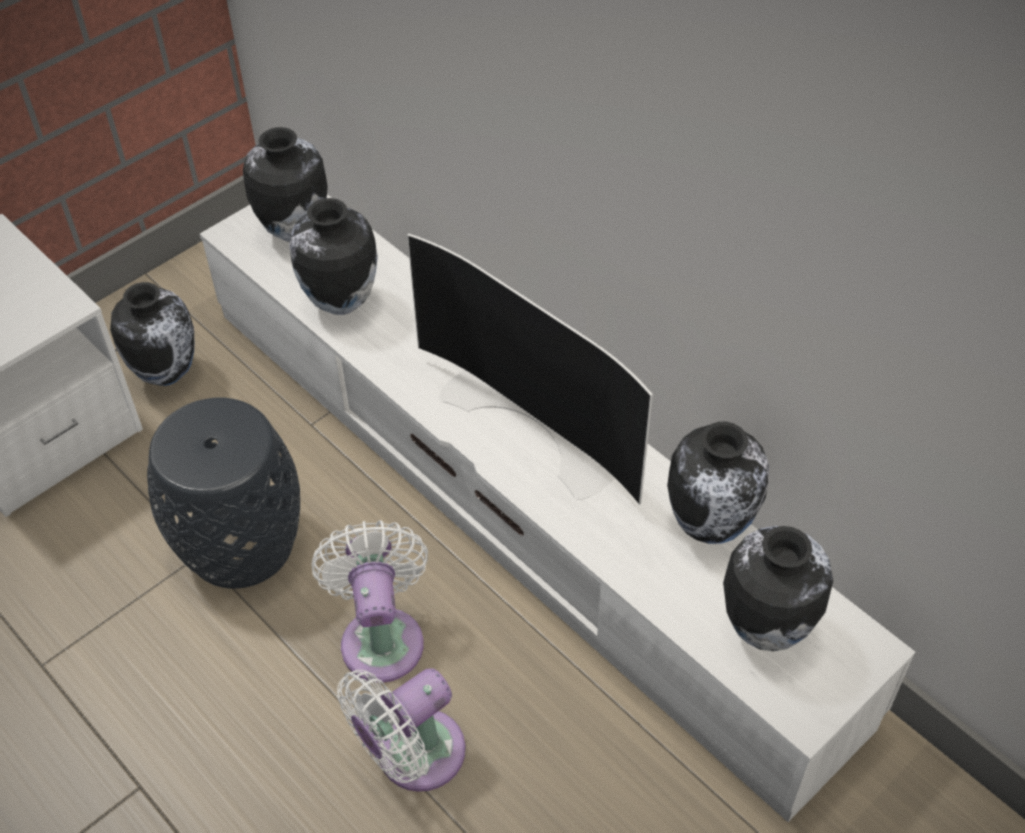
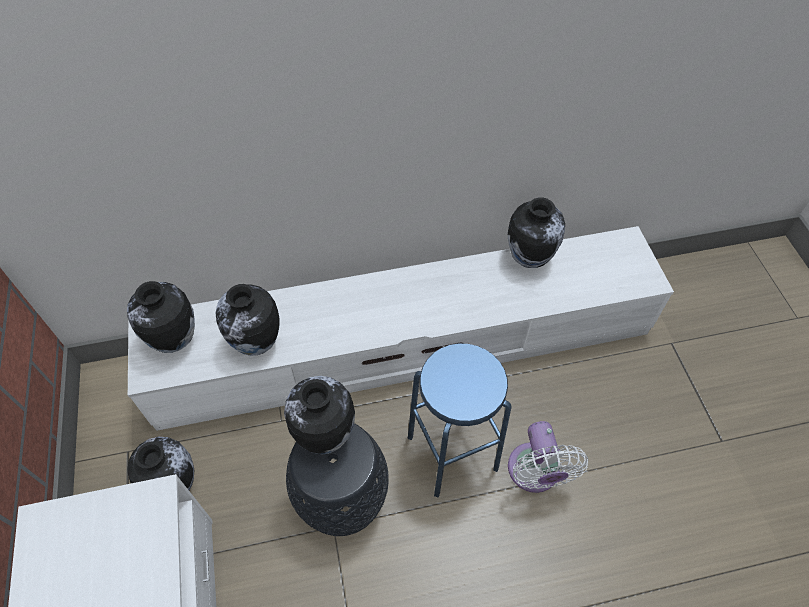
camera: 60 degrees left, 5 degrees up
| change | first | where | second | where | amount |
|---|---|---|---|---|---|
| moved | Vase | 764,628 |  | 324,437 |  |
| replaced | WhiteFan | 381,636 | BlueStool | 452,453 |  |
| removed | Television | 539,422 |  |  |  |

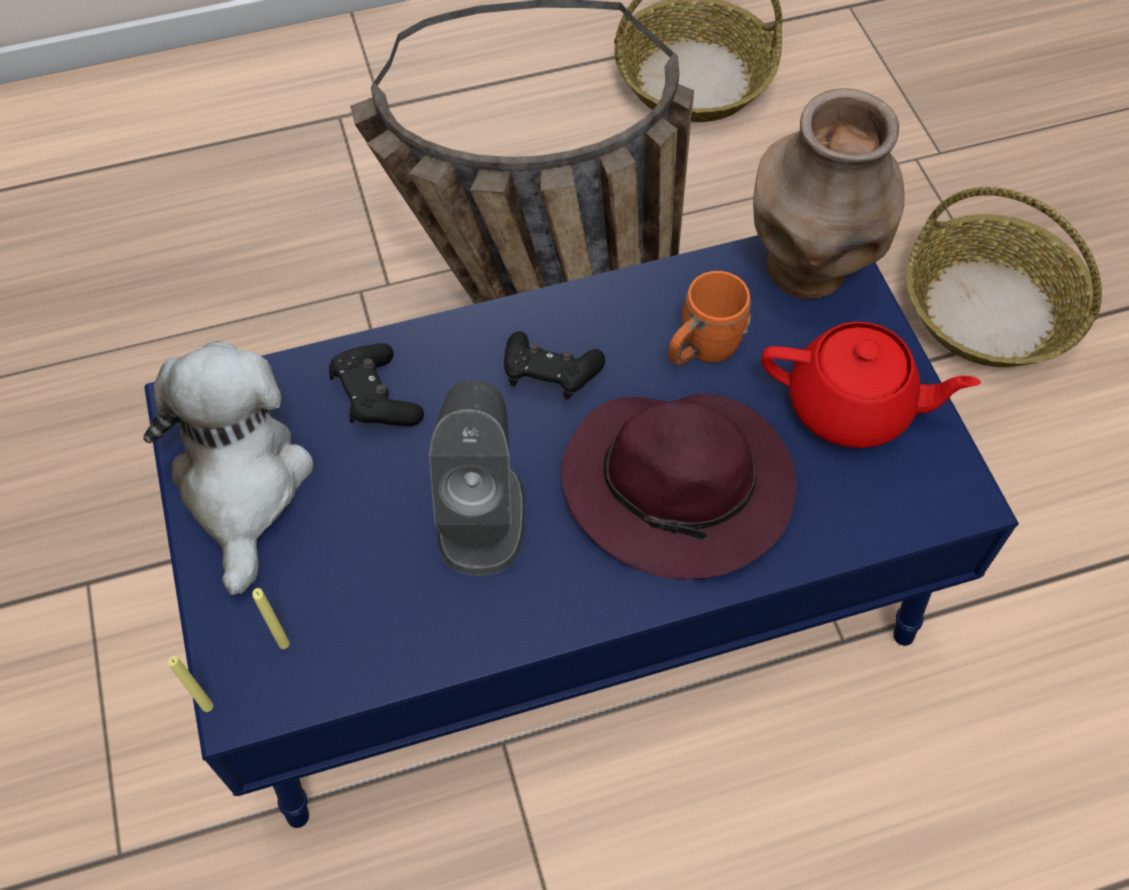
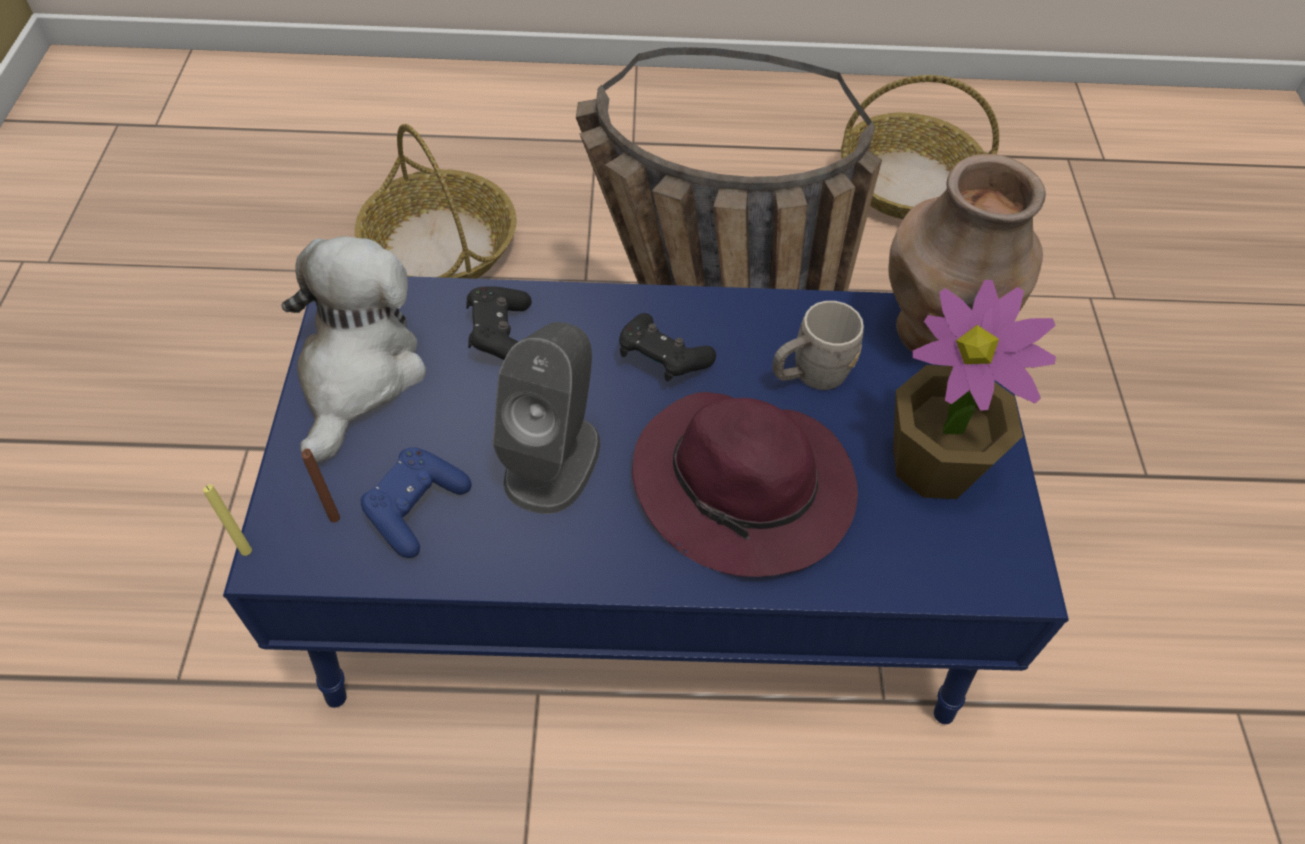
camera: 15 degrees right, 5 degrees down
| change | first | where | second | where | amount |
|---|---|---|---|---|---|
| recoloured | YellowCandle | 284,643 | BrownCandle | 334,518 |  |
| moved | Basket | 990,310 |  | 441,247 |  |
| added |  |  | BlueGameController | 416,509 |  |
| recoloured | OrangeMug | 701,350 | GreyMug | 809,375 |  |
| replaced | RedTeapot | 852,406 | PottedPlant | 935,464 |  |

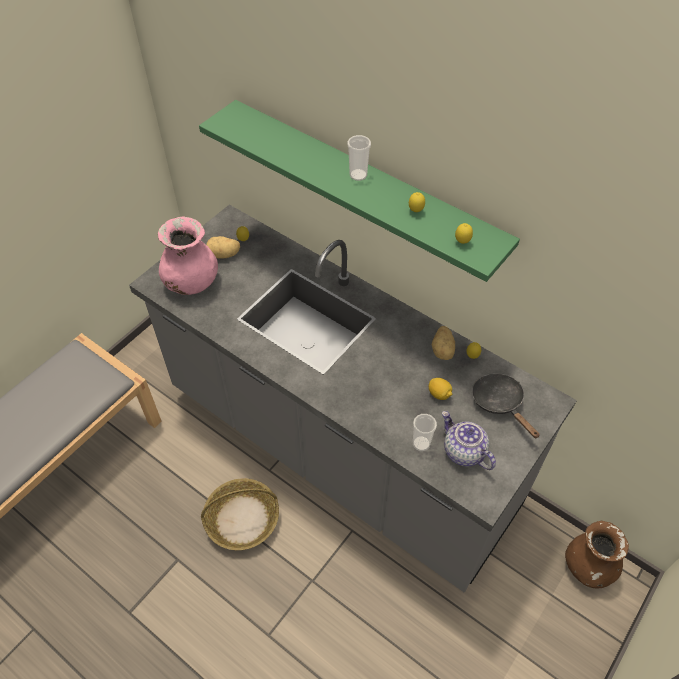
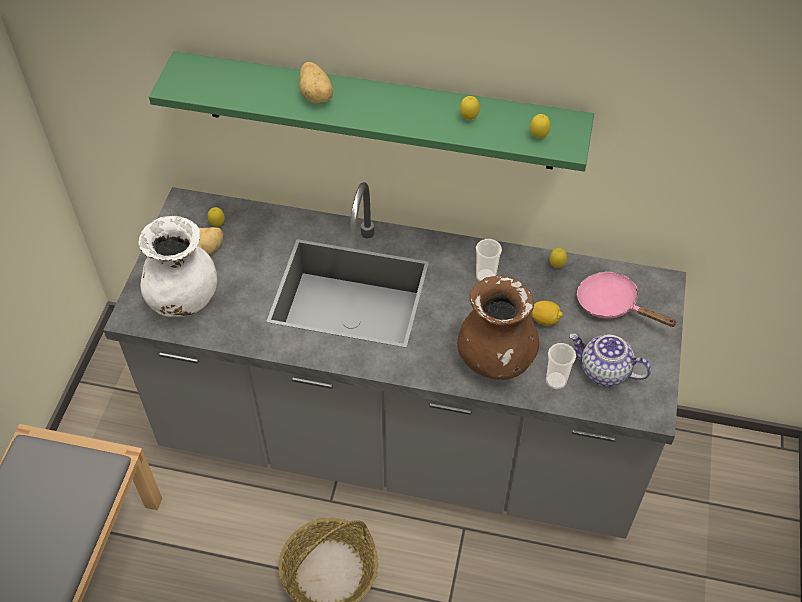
camera: 25 degrees left, 0 degrees up
| change | first | where | second | where | amount |
|---|---|---|---|---|---|
| recoloured | PinkVase | 192,283 | WhiteVase | 184,299 |  |
| moved | Potato | 443,350 |  | 317,95 |  |
| moved | BrownVase | 588,567 |  | 496,359 |  |
| moved | Cup | 358,175 |  | 485,276 |  |
| recoloured | BlackFryingPan | 500,403 | PinkFryingPan | 612,305 |  |

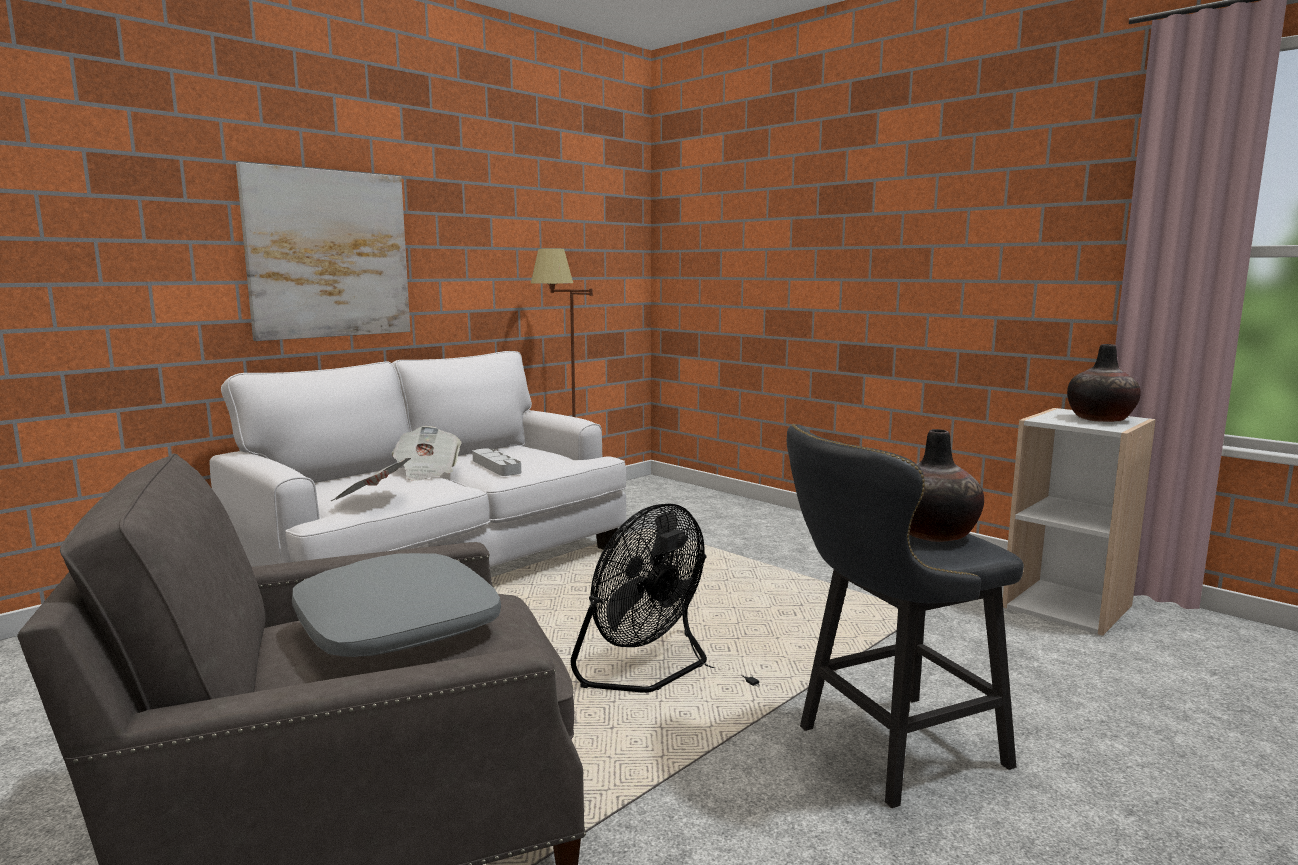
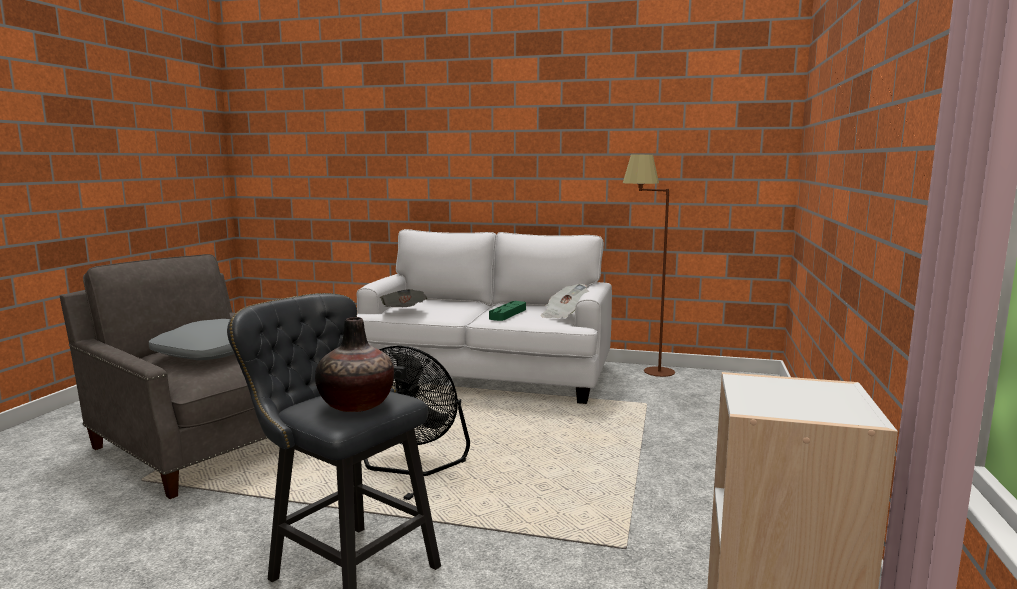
camera: 60 degrees right, 0 degrees up
| change | first | where | second | where | amount |
|---|---|---|---|---|---|
| recoloured | GreyTray | 496,466 | GreenTray | 508,314 |  |
| moved | Newspaper | 427,471 |  | 564,315 |  |
| removed | Picture | 328,254 |  |  |  |
| removed | Vase | 1100,419 |  |  |  |

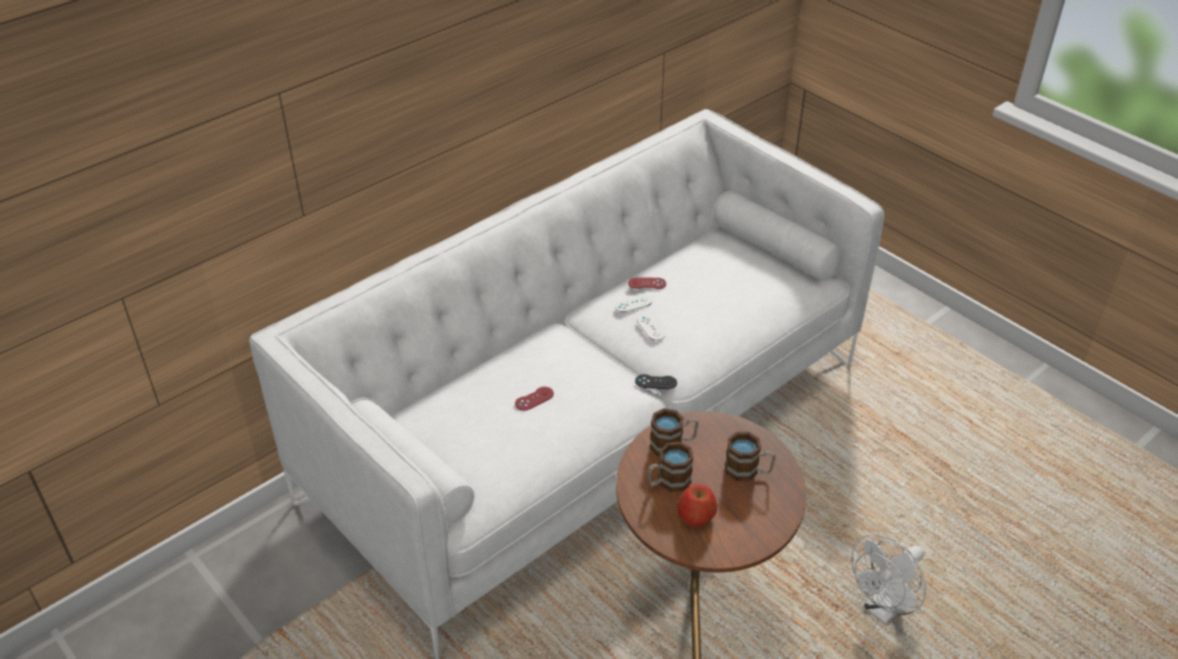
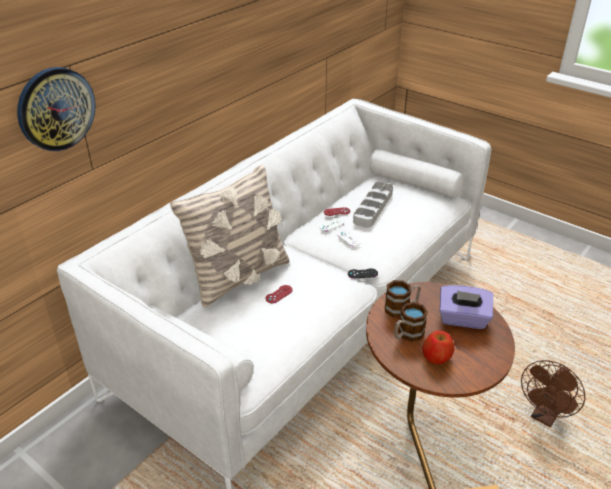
camera: 10 degrees left, 5 degrees down
| change | first | where | second | where | amount |
|---|---|---|---|---|---|
| added |  |  | WallClock | 56,109 |  |
| added |  |  | BeigePillow | 239,277 |  |
| added |  |  | GreyTray | 373,207 |  |
| replaced | Mug | 748,471 | PurpleTissueBox | 463,319 |  |
| recoloured | WhiteFan | 883,609 | BrownFan | 544,416 |  |

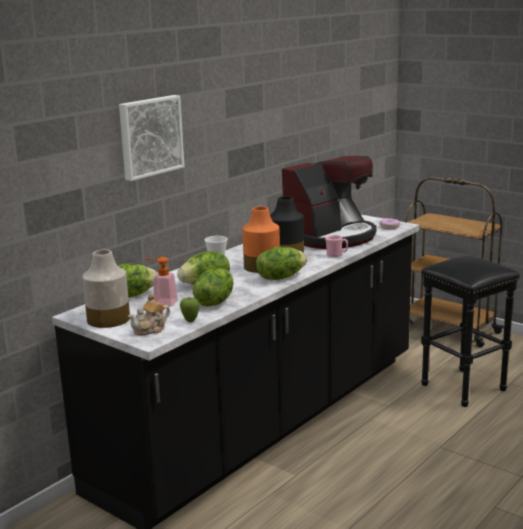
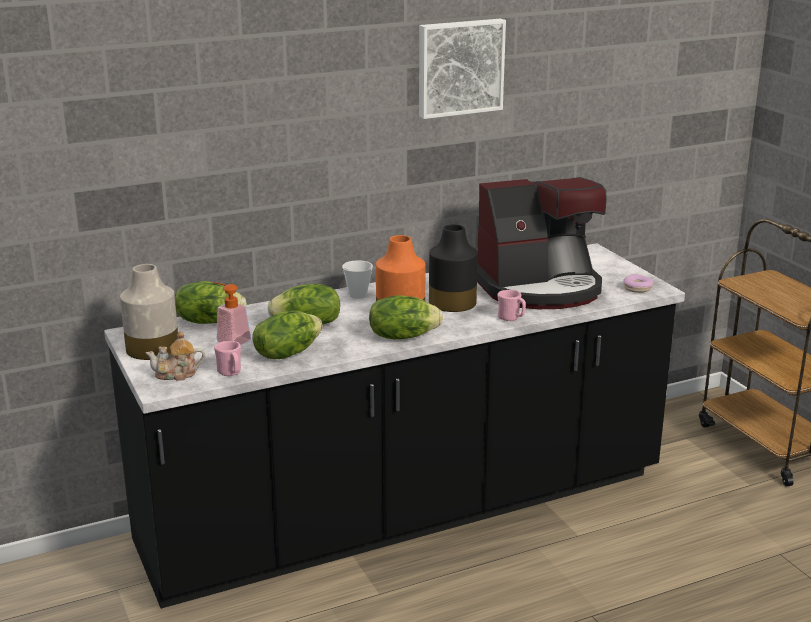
camera: 25 degrees right, 5 degrees up
| change | first | where | second | where | amount |
|---|---|---|---|---|---|
| replaced | Apple | 190,321 | PinkMug | 231,373 |  |
| moved | Picture | 150,136 |  | 459,67 |  |
| removed | BlackStool | 463,388 |  |  |  |

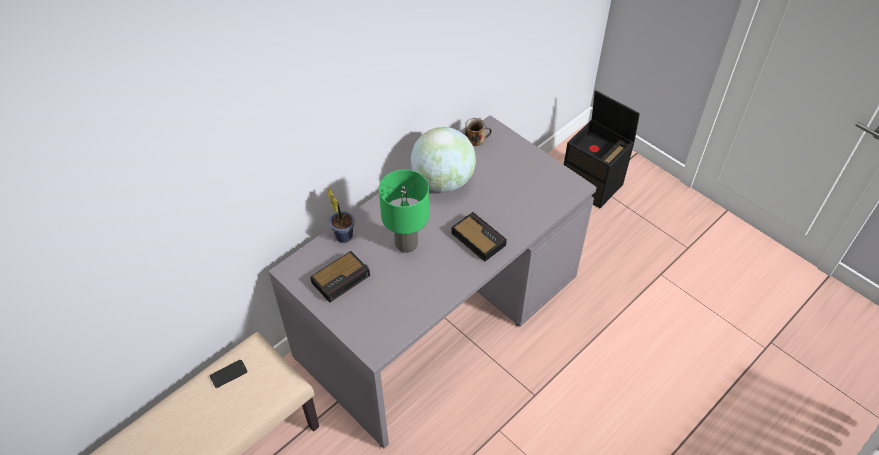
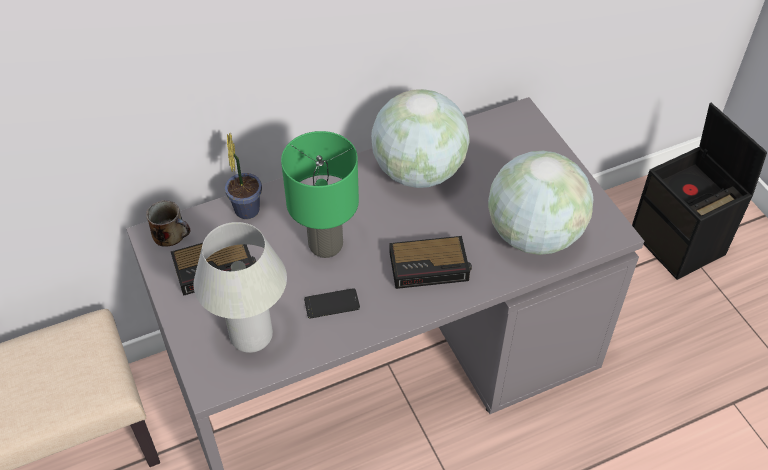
camera: 20 degrees right, 0 degrees up
| change | first | where | second | where | amount |
|---|---|---|---|---|---|
| moved | Mug | 476,138 |  | 171,234 |  |
| added |  |  | WhiteTableLamp | 251,335 |  |
| moved | Phone | 228,374 |  | 332,304 |  |
| turned | AlarmClock | 477,238 |  | 430,266 | 105 degrees clockwise |
| added |  |  | Globe | 534,235 |  |

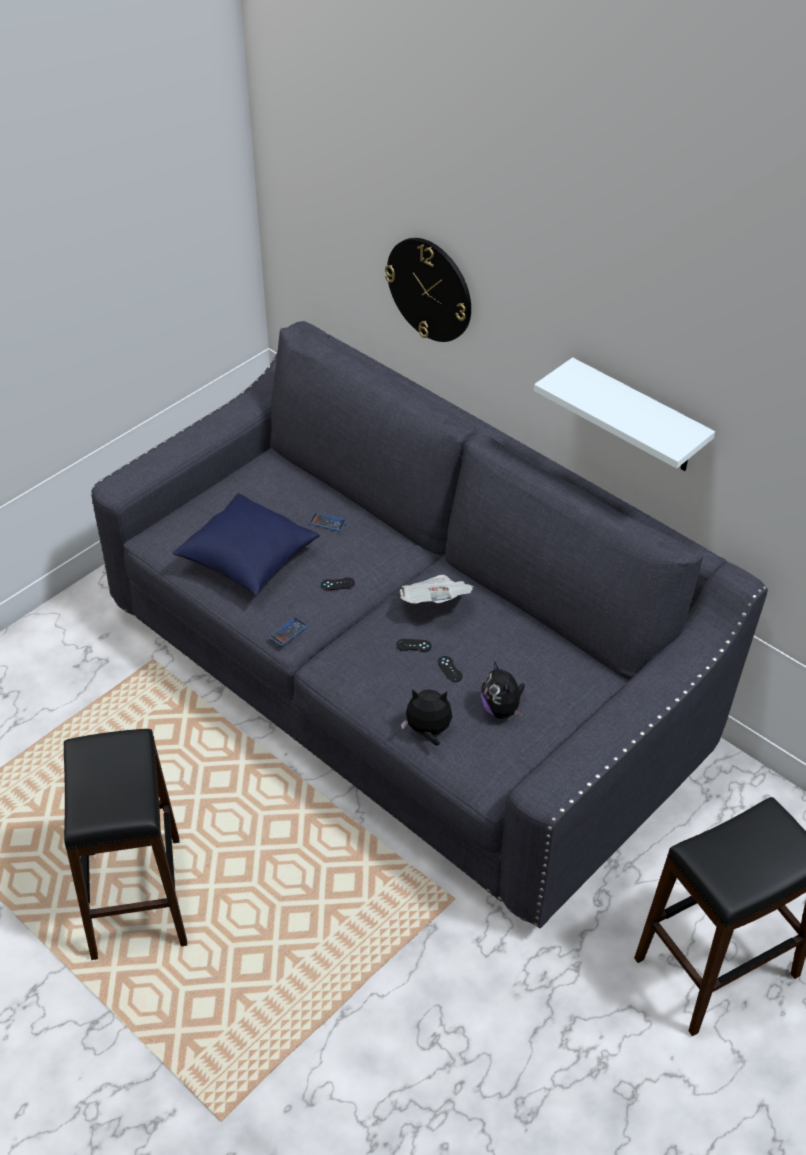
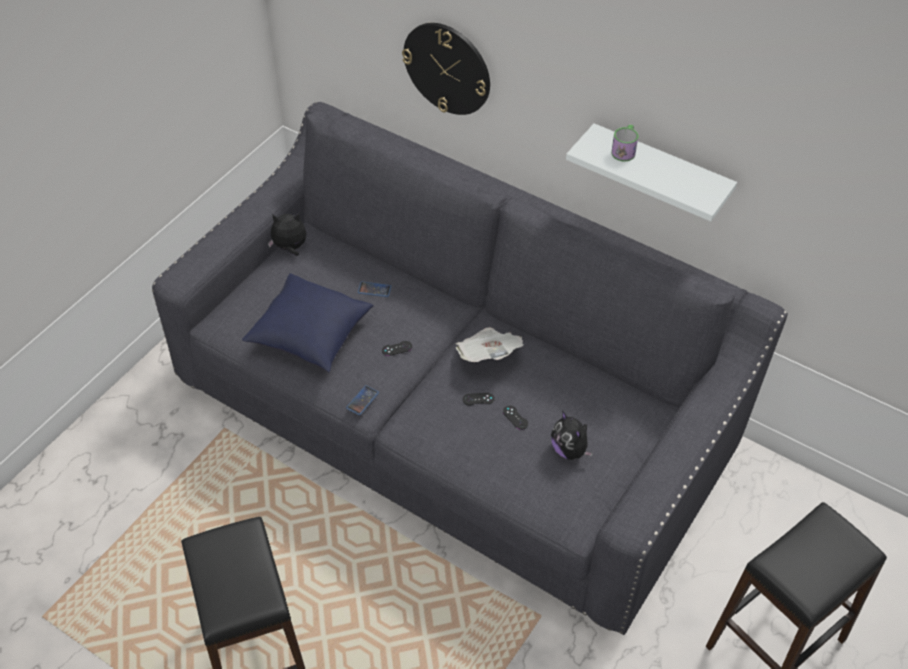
camera: 10 degrees left, 5 degrees up
| change | first | where | second | where | amount |
|---|---|---|---|---|---|
| moved | PlushToy | 428,731 |  | 290,248 |  |
| added |  |  | Mug | 624,150 |  |

